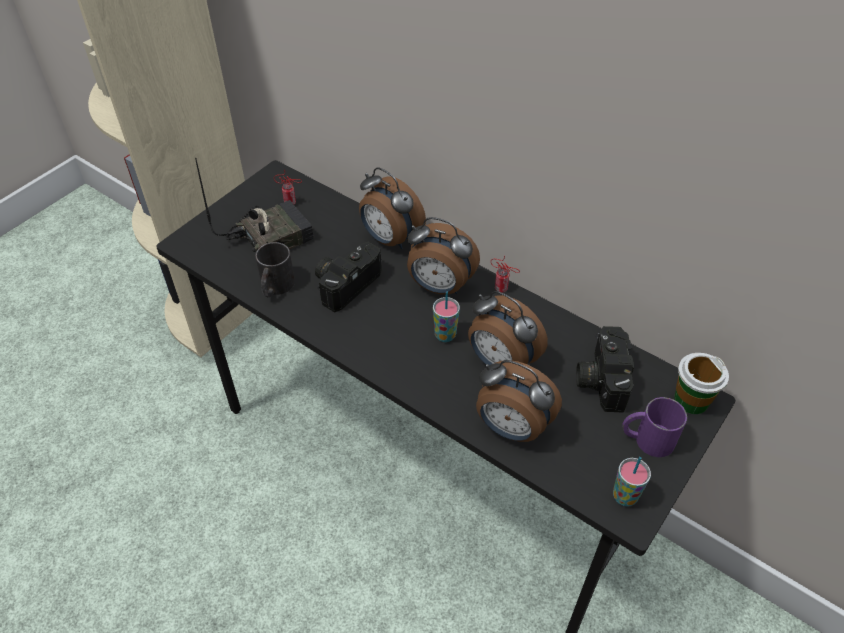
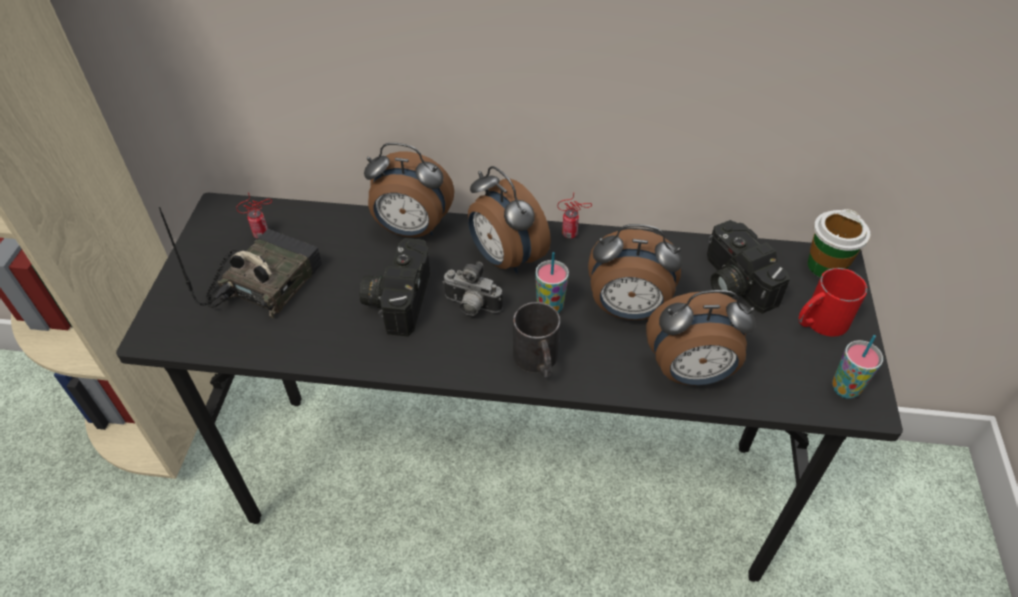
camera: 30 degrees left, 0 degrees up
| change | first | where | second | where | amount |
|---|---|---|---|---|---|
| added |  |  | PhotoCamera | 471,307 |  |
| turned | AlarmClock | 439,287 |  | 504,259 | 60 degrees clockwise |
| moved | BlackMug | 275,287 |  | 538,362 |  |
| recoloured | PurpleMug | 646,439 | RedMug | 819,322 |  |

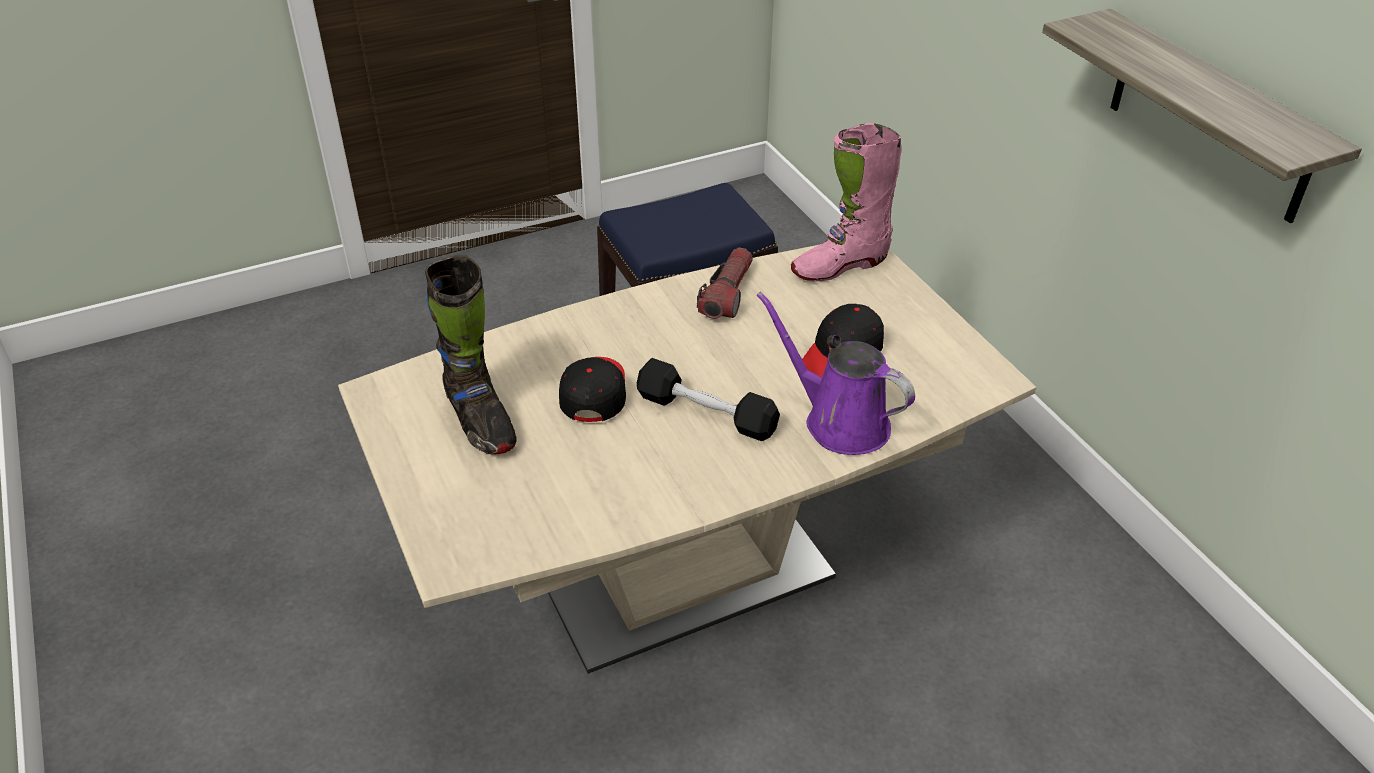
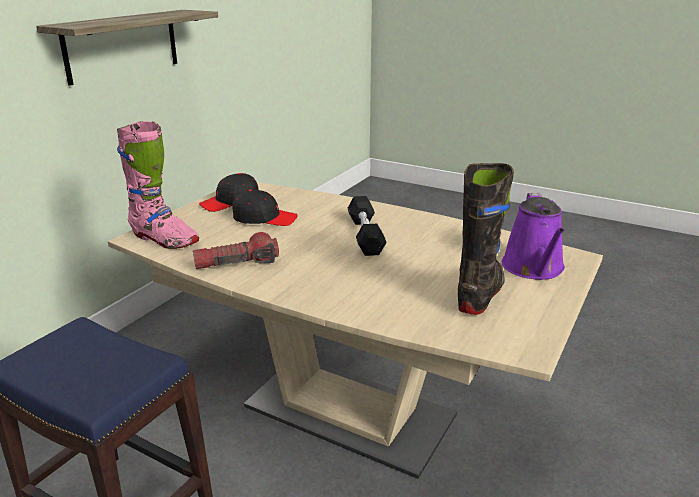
camera: 125 degrees left, 15 degrees down
| change | first | where | second | where | amount |
|---|---|---|---|---|---|
| moved | BlackCap | 594,393 |  | 230,202 |  |
| moved | PurpleWateringCan | 839,422 |  | 534,268 |  |

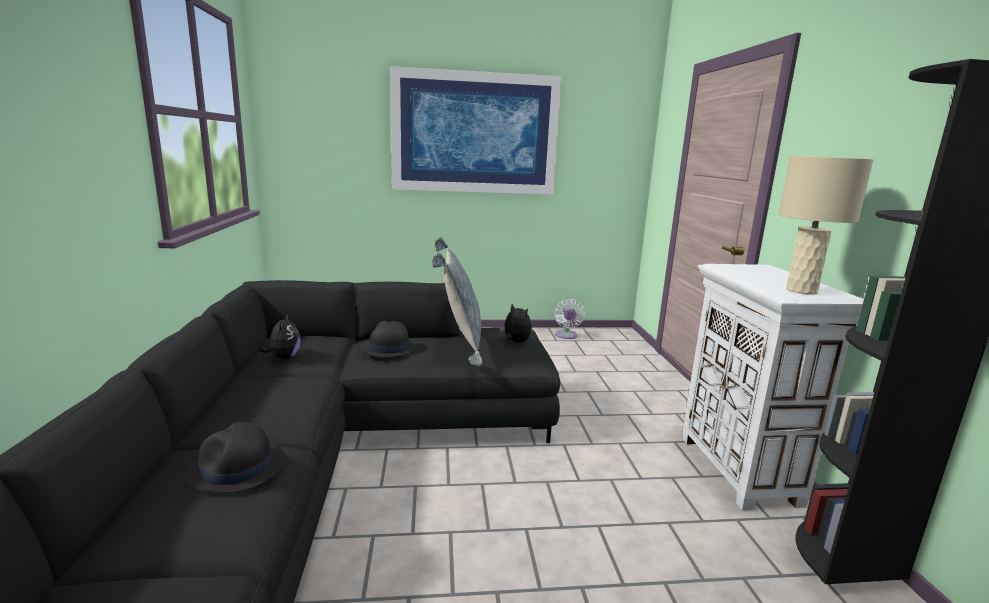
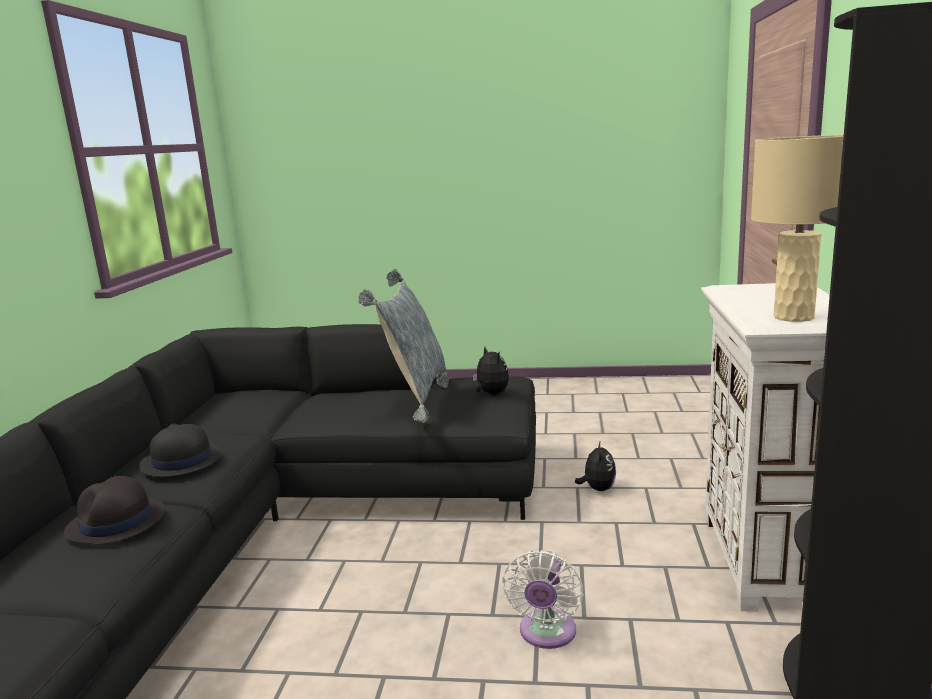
camera: 15 degrees right, 0 degrees up
| change | first | where | second | where | amount |
|---|---|---|---|---|---|
| moved | BlackHat | 388,348 |  | 181,461 |  |
| moved | WhiteFan | 566,336 |  | 546,634 |  |
| moved | PlushToy | 284,357 |  | 597,489 |  |
| removed | Picture | 475,133 |  |  |  |

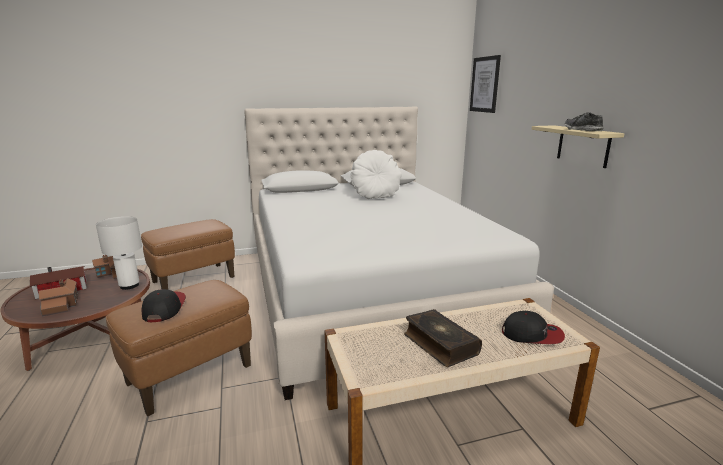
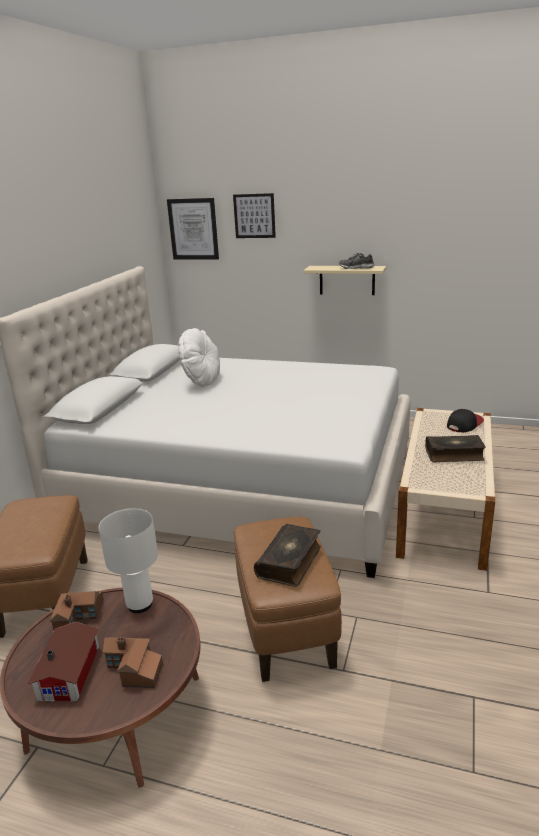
camera: 55 degrees left, 5 degrees up
| change | first | where | second | where | amount |
|---|---|---|---|---|---|
| added |  |  | Picture | 254,216 |  |
| replaced | Cap | 164,308 | Book | 290,562 |  |

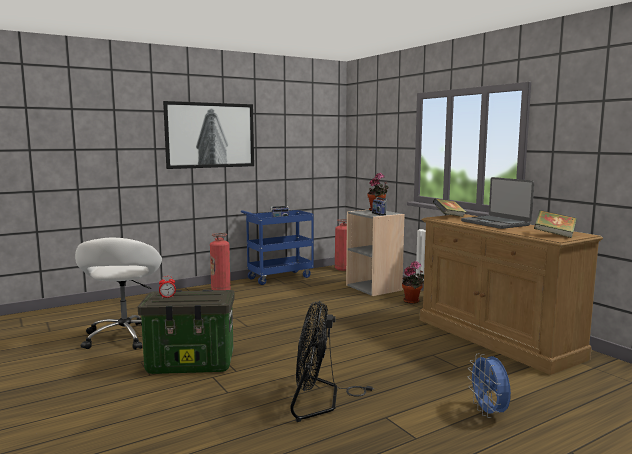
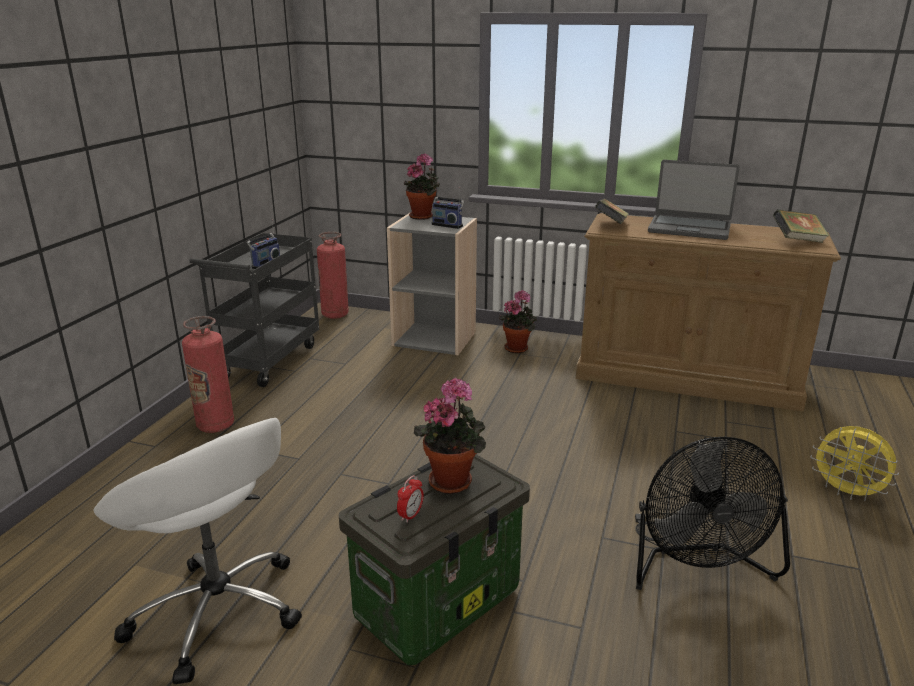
camera: 40 degrees left, 15 degrees up
| change | first | where | second | where | amount |
|---|---|---|---|---|---|
| recoloured | BlueCart | 278,278 | GreyCart | 268,364 |  |
| added |  |  | PottedPlant | 452,480 |  |
| turned | BlackFan | 322,397 |  | 691,564 | 60 degrees counterclockwise |
| recoloured | BlueFan | 489,413 | YellowFan | 847,492 |  |
| removed | Picture | 210,135 |  |  |  |

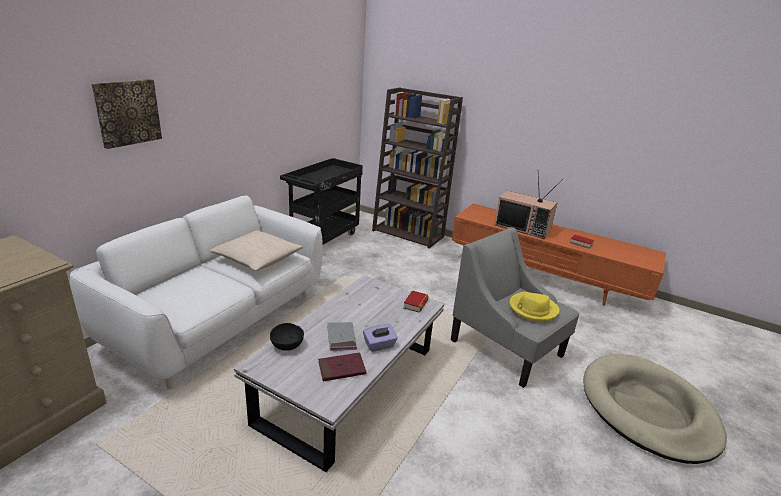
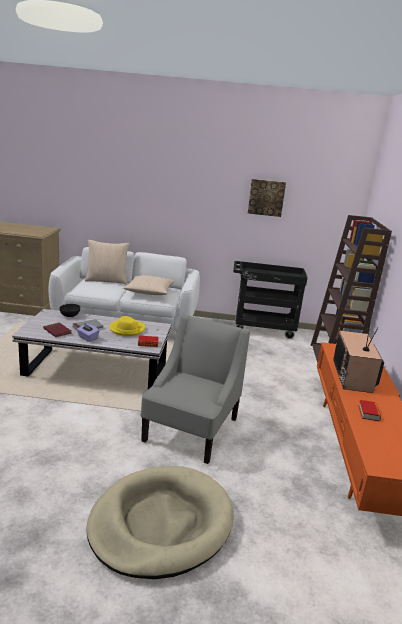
camera: 65 degrees right, 5 degrees down
| change | first | where | second | where | amount |
|---|---|---|---|---|---|
| added |  |  | BeigePillow | 107,280 |  |
| moved | YellowHat | 532,309 |  | 127,329 |  |
| moved | Picture | 127,112 |  | 266,197 |  |

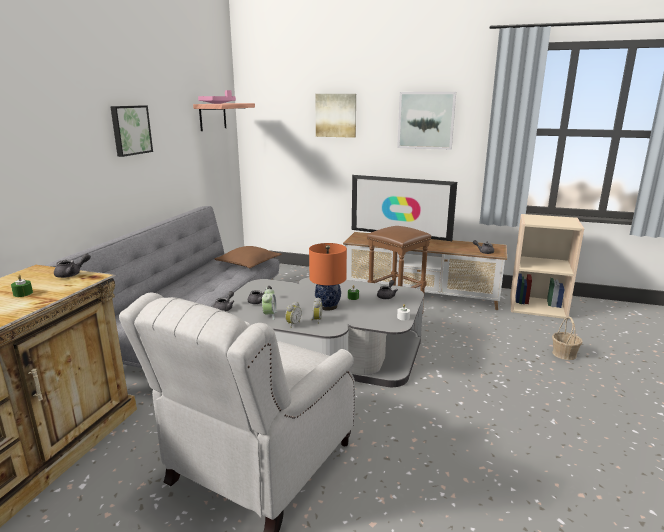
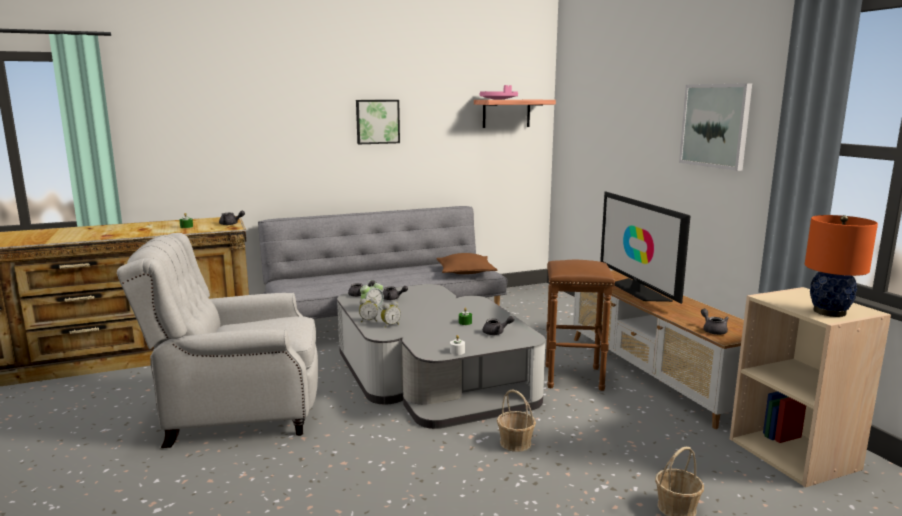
camera: 50 degrees right, 5 degrees down
| change | first | where | second | where | amount |
|---|---|---|---|---|---|
| added |  |  | Basket | 515,443 |  |
| moved | OrangeTableLamp | 327,306 |  | 829,312 |  |
| removed | Picture | 336,115 |  |  |  |

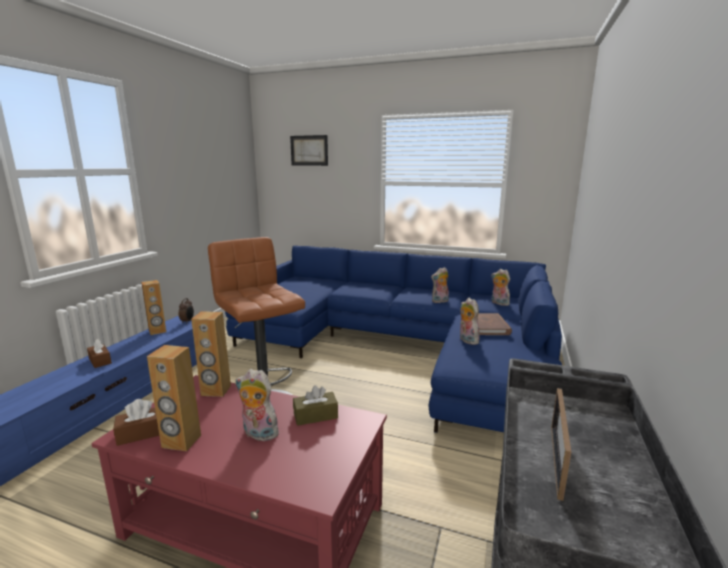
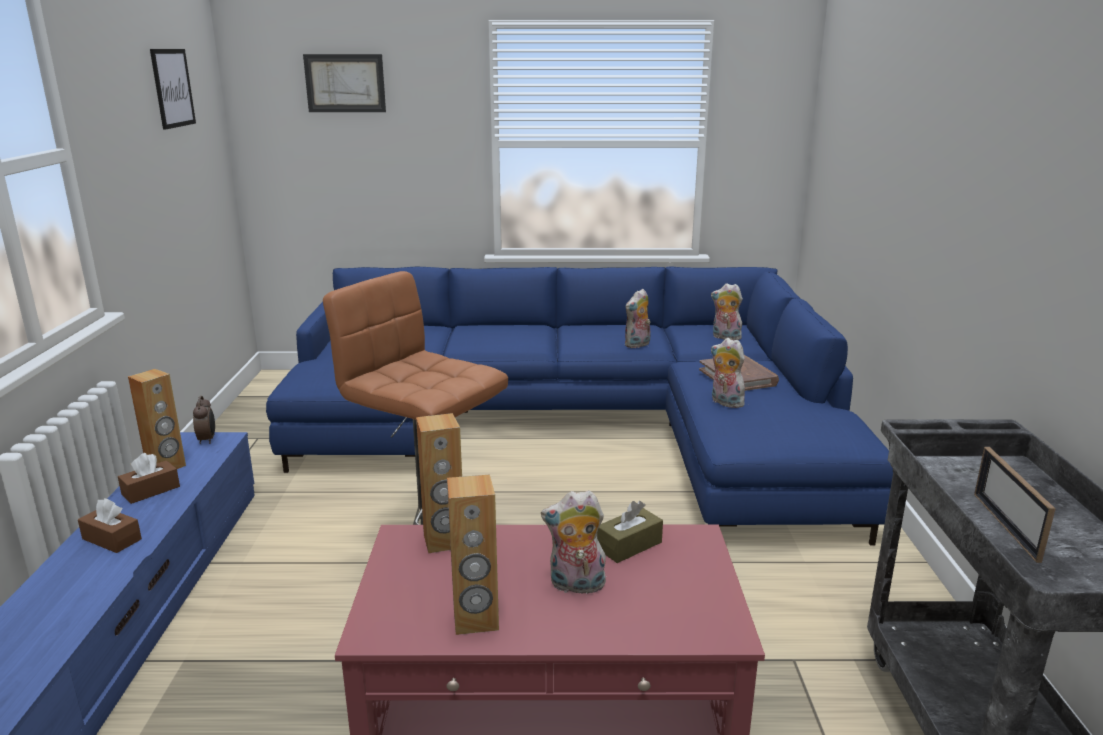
camera: 20 degrees left, 5 degrees up
| change | first | where | second | where | amount |
|---|---|---|---|---|---|
| moved | BrownTissueBox | 142,433 |  | 151,490 |  |
| added |  |  | Picture | 172,88 |  |

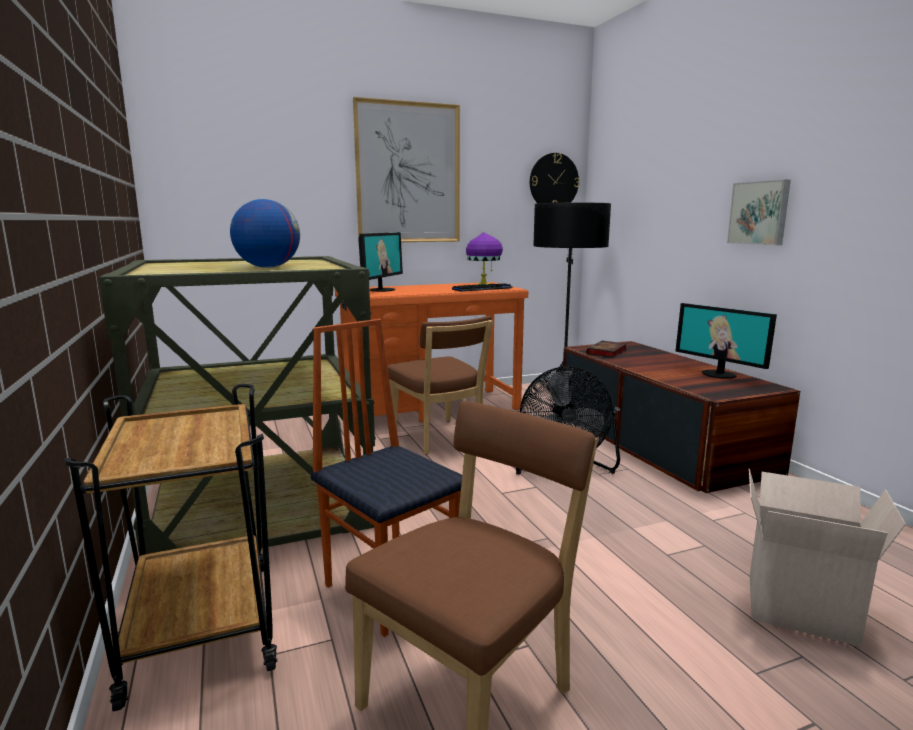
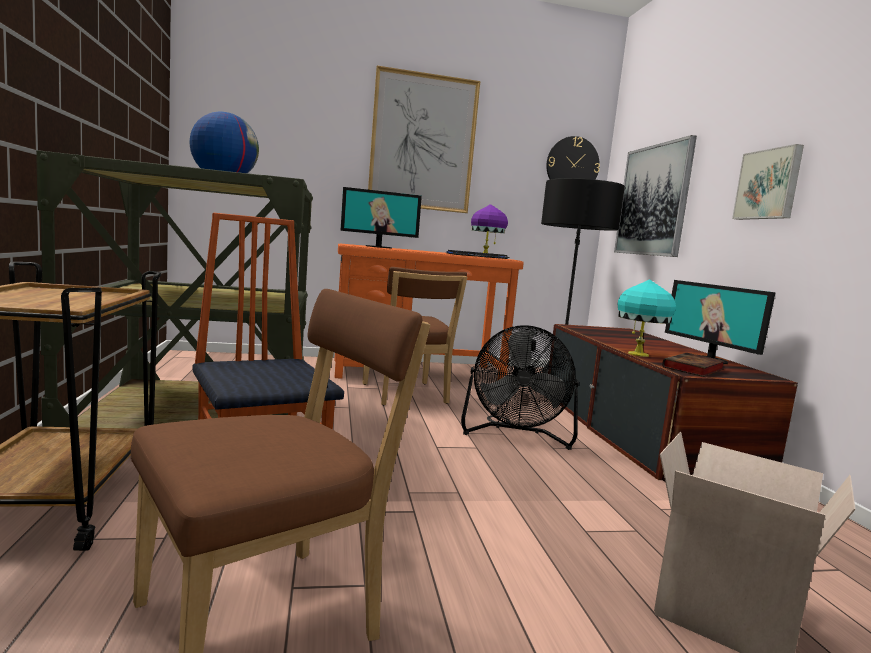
camera: 10 degrees right, 5 degrees down
| change | first | where | second | where | amount |
|---|---|---|---|---|---|
| turned | Monitor | 382,290 |  | 378,247 | 45 degrees clockwise |
| added |  |  | Picture | 653,200 |  |
| added |  |  | TurquoiseTableLamp | 638,354 |  |
| moved | Book | 607,352 |  | 693,369 |  |

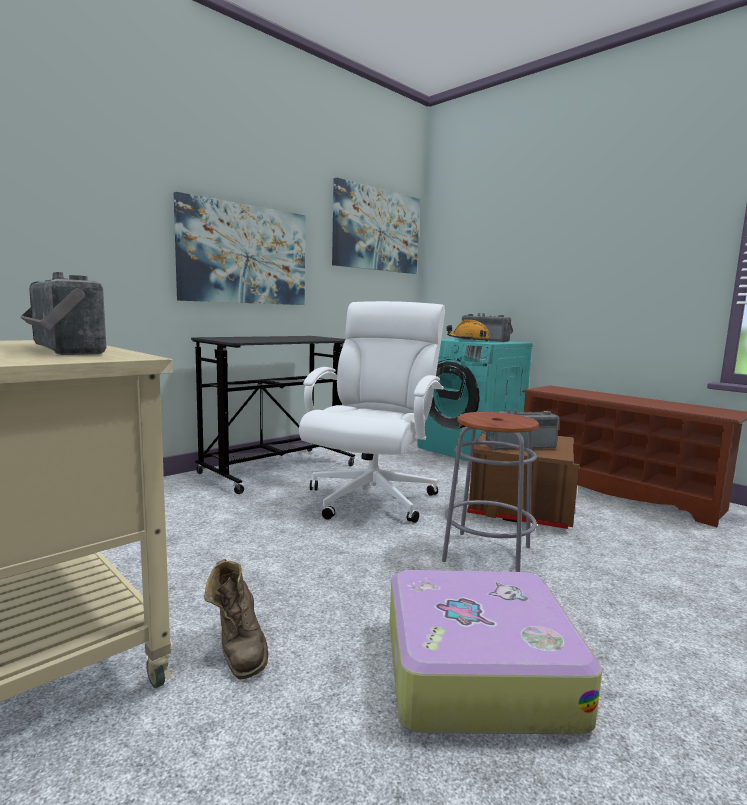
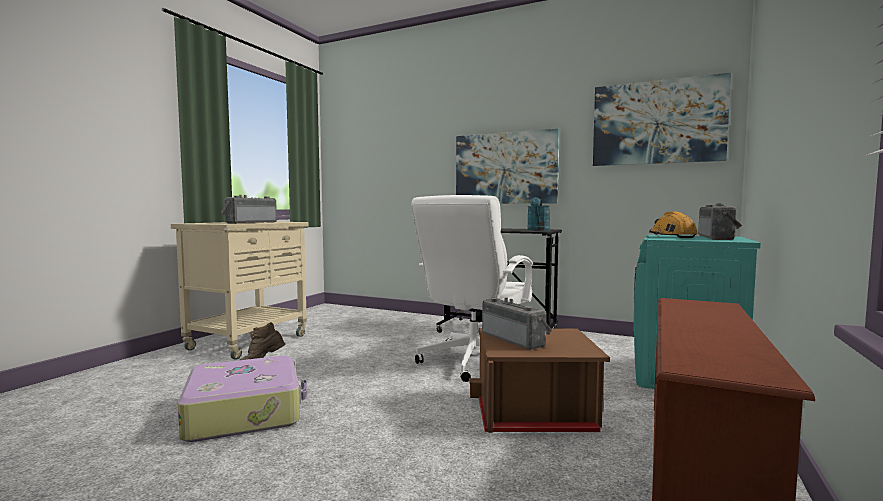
camera: 70 degrees right, 5 degrees down
| change | first | where | second | where | amount |
|---|---|---|---|---|---|
| turned | WhiteOfficeChair | 371,499 |  | 474,360 | 120 degrees clockwise |
| added |  |  | TurquoiseWateringCan | 538,230 |  |
| removed | GreyStool | 487,554 |  |  |  |

